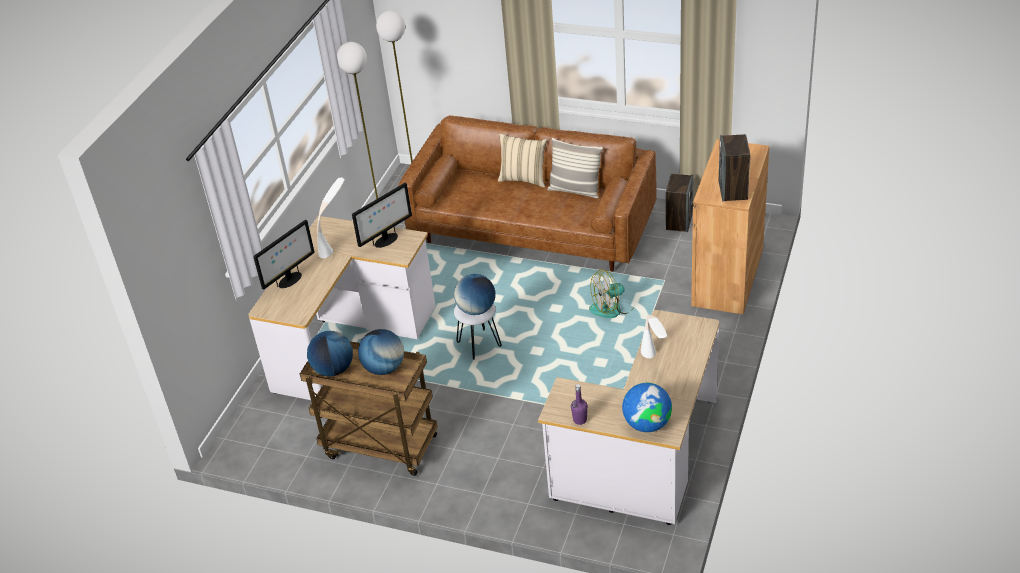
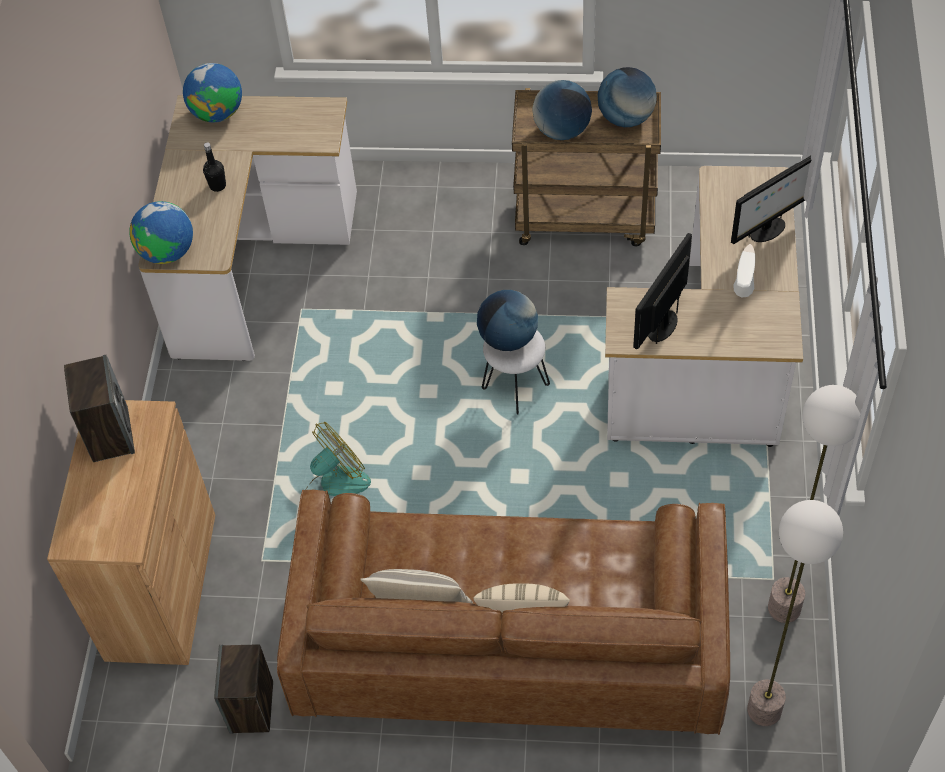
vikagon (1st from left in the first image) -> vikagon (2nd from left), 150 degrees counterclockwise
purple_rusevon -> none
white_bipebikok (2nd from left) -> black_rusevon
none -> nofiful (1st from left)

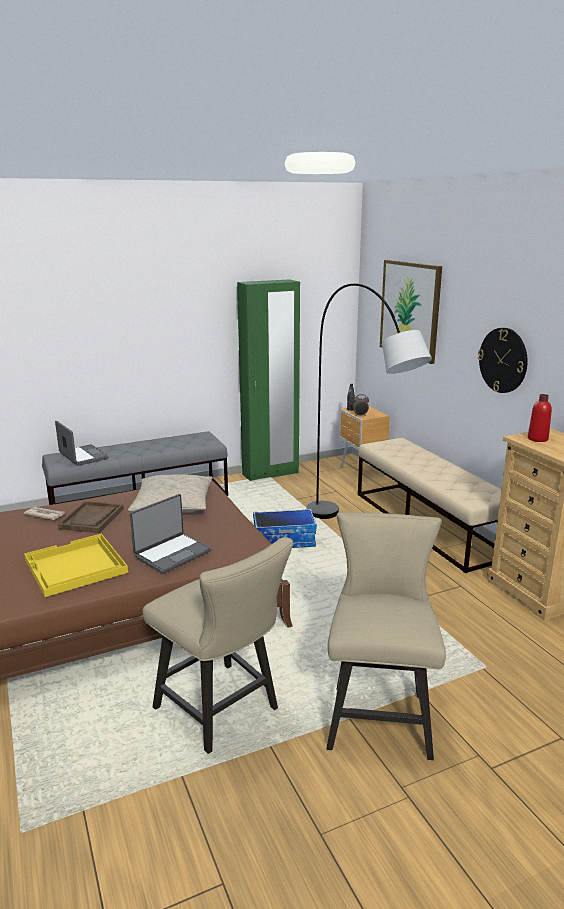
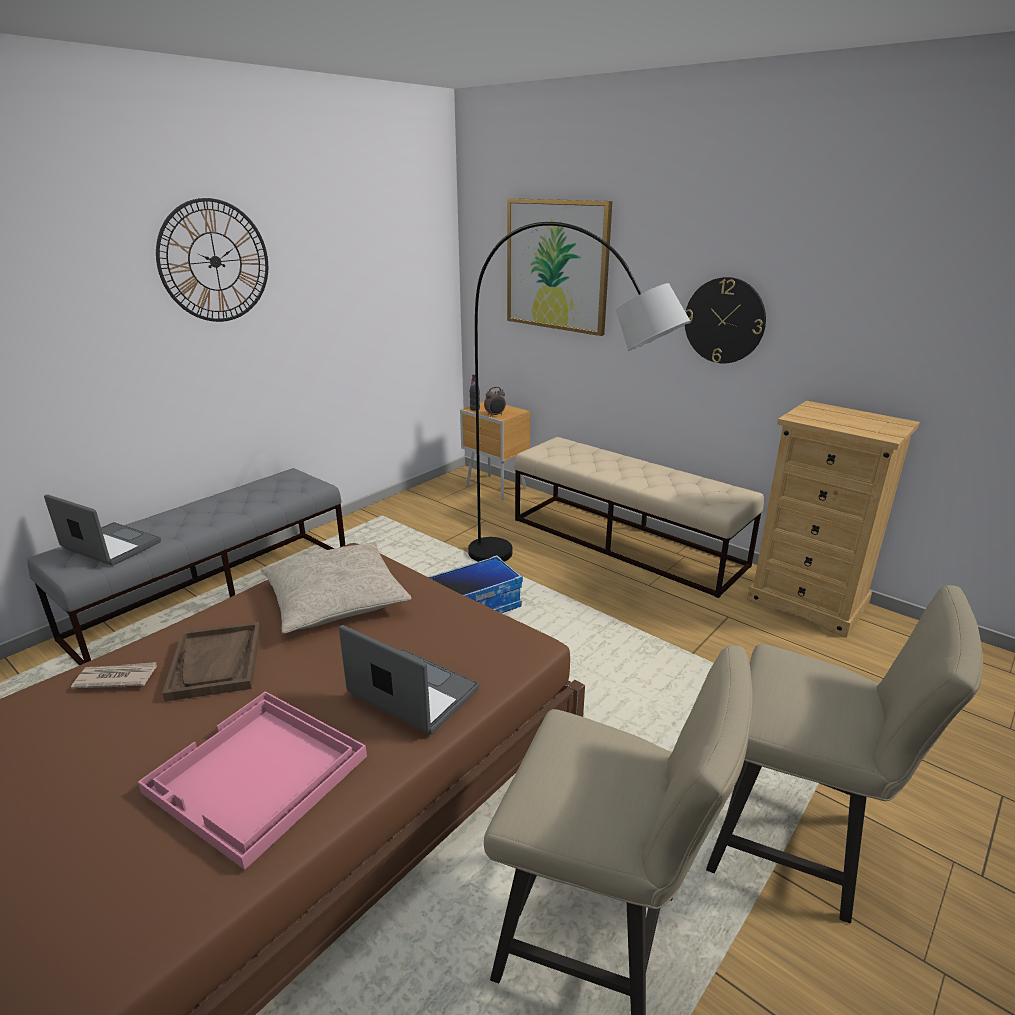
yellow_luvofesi -> pink_luvofesi
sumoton (2nd from left), 75 degrees counterclockwise
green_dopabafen -> none
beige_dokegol (2nd from left), 135 degrees clockwise
red_rusevon -> none
none -> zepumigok (1st from left)

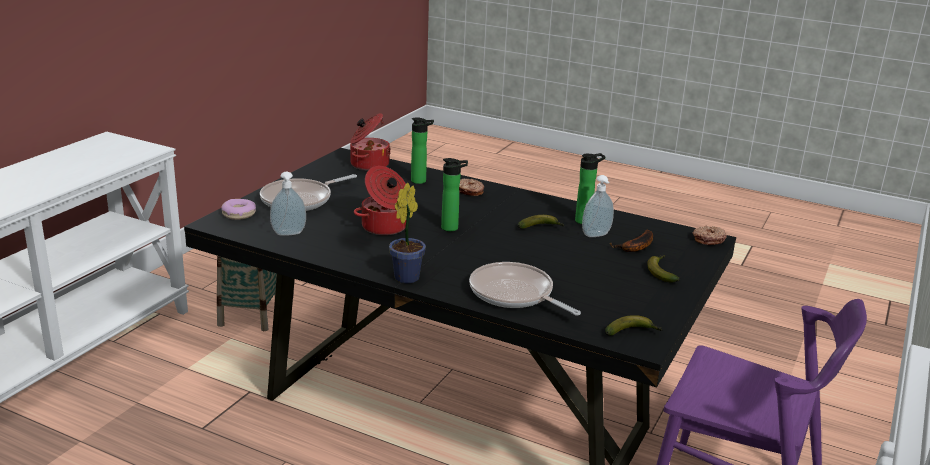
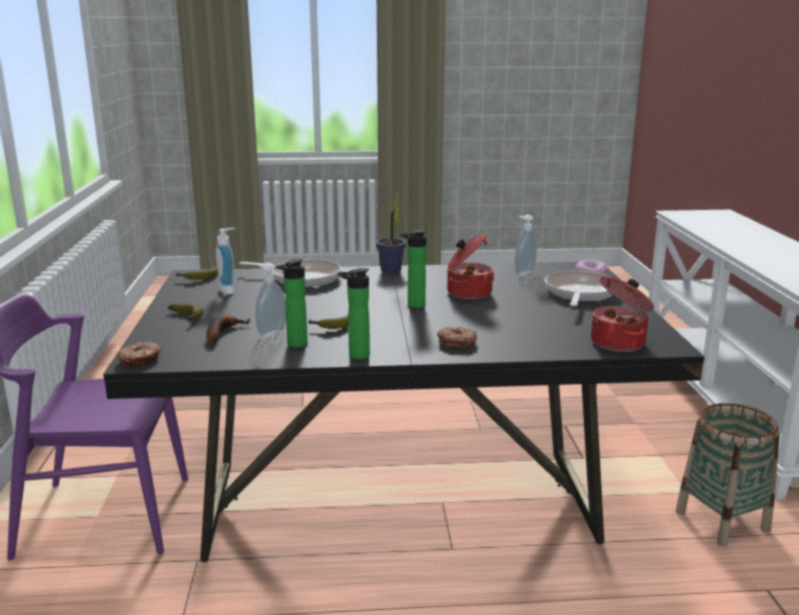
rusevon (1st from left in the first image) -> rusevon (2nd from left), move
none -> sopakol (1st from left)

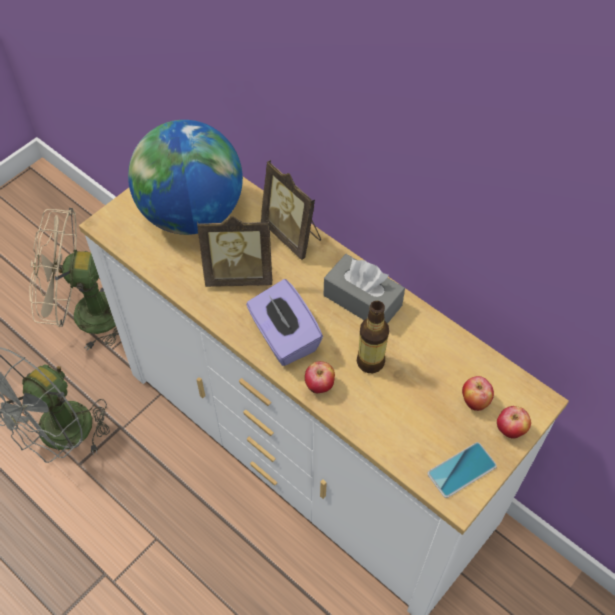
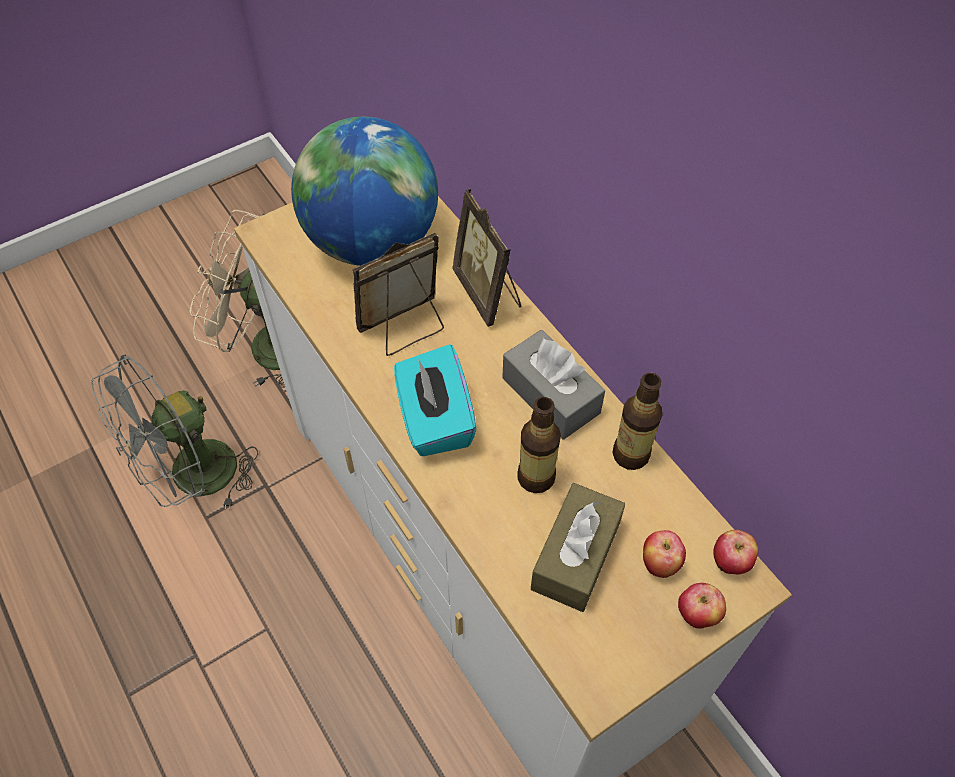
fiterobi (1st from left), 135 degrees clockwise
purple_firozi -> turquoise_firozi
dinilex (1st from left in the first image) -> dinilex (3rd from left), move
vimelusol -> none
none -> brown_firozi
none -> rusevon (2nd from left)

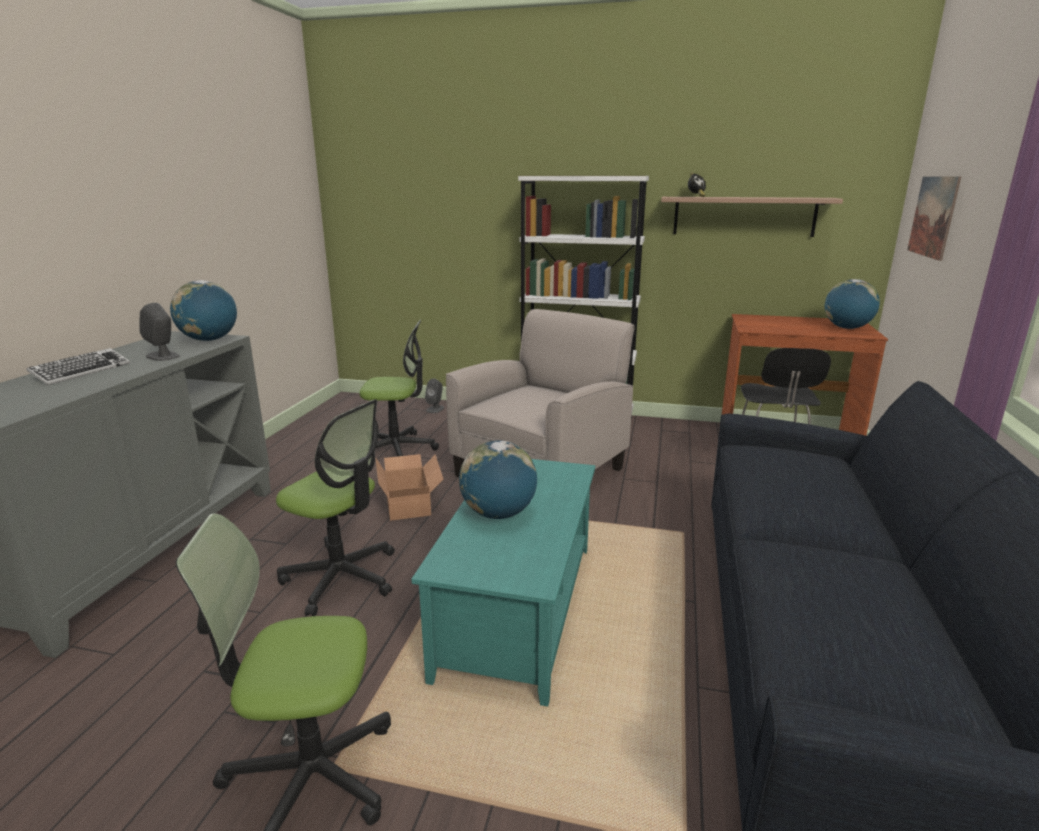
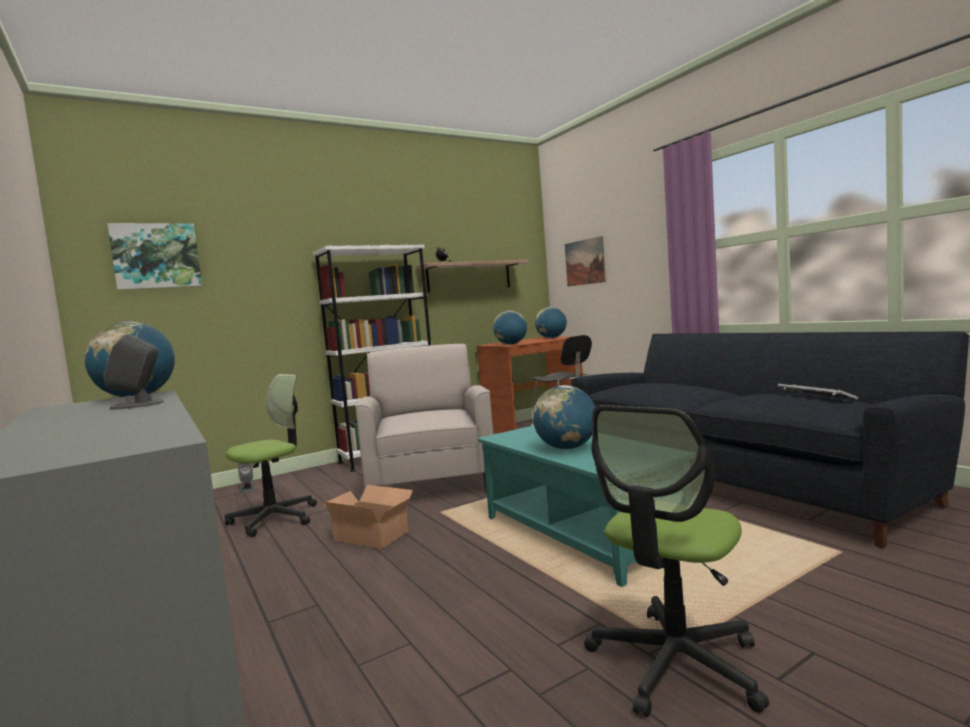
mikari, move
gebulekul (2nd from left) -> none
none -> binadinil (1st from left)
none -> nofiful (2nd from left)

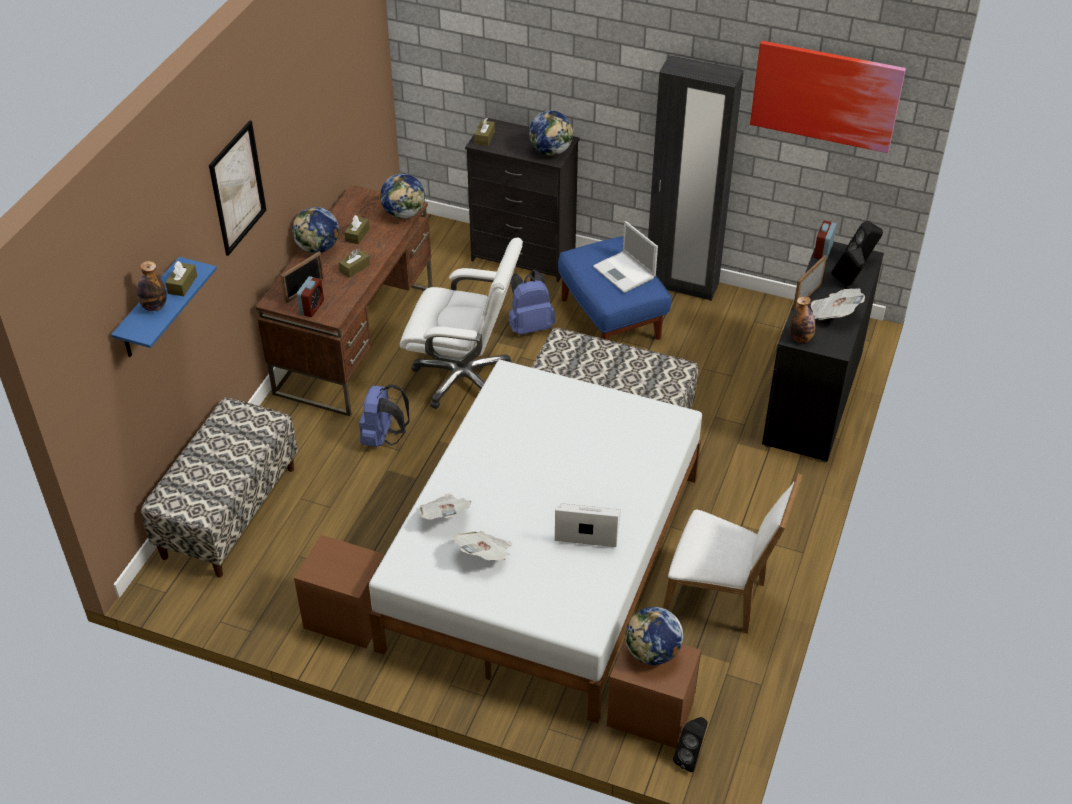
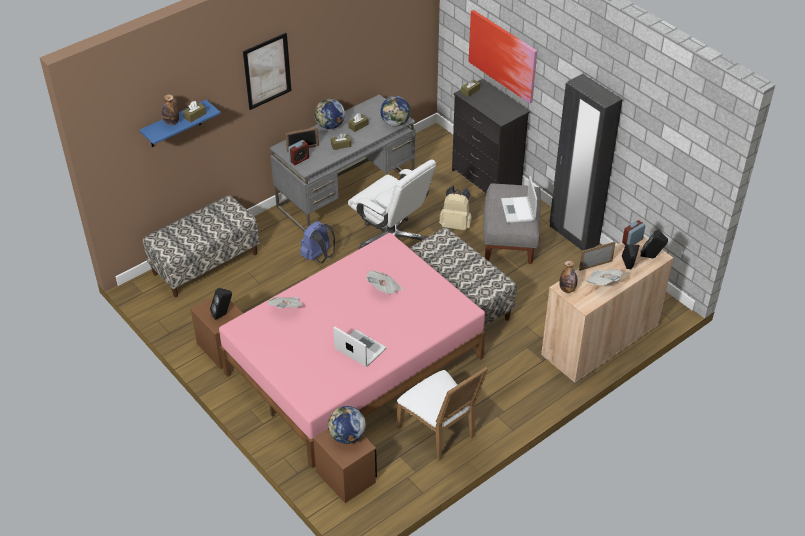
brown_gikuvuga -> grey_gikuvuga
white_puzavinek -> pink_puzavinek
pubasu (2nd from left), move
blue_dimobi (2nd from left) -> beige_dimobi
nofiful (3rd from left) -> none
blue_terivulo -> grey_terivulo
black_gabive (1st from left), move
binadinil (2nd from left), move
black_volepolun -> beige_volepolun

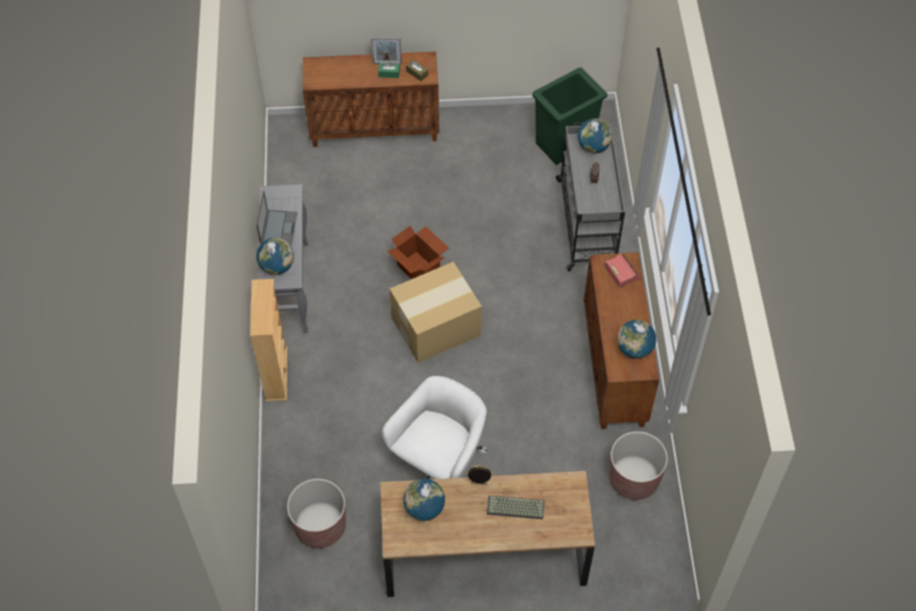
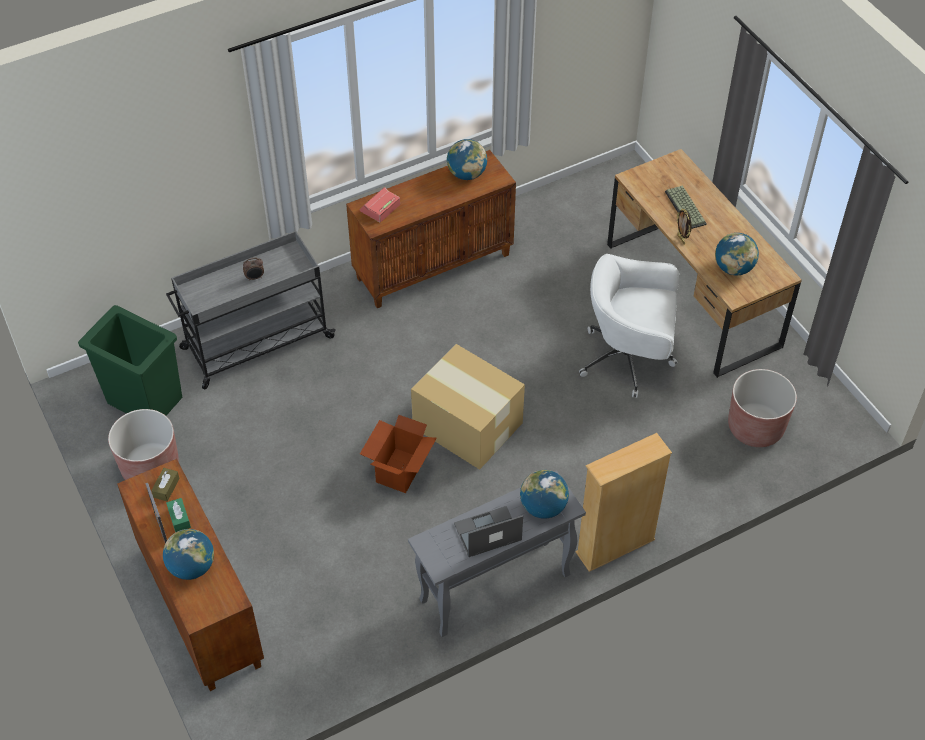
nofiful (3rd from left in the first image) -> nofiful (1st from left), move
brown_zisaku (2nd from left in the first image) -> brown_zisaku (1st from left), move

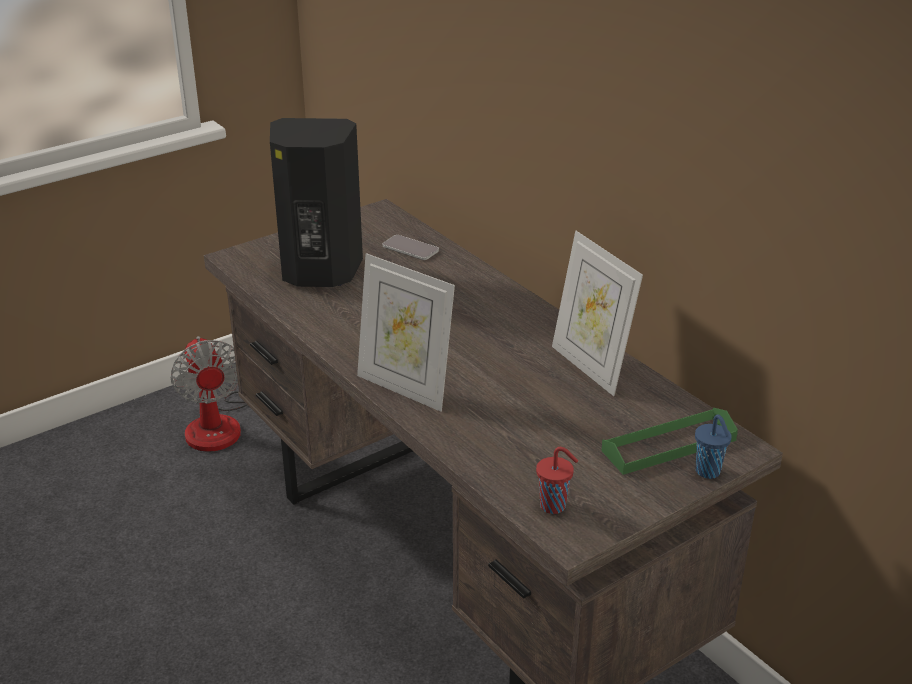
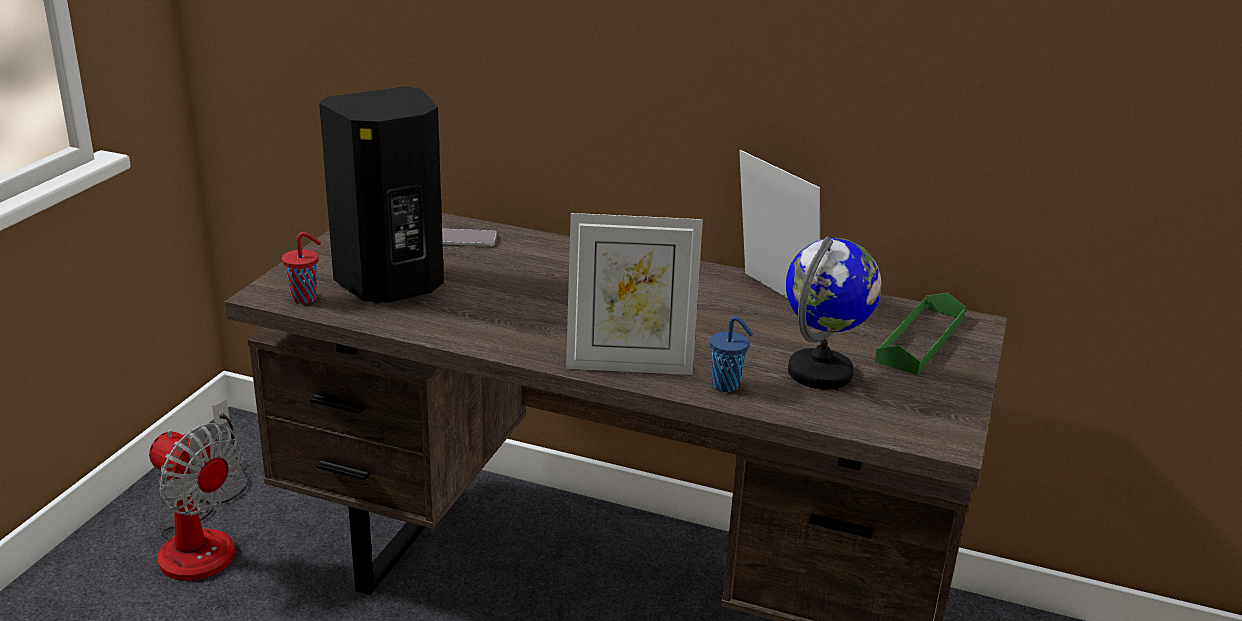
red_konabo, move
fiterobi (2nd from left), 150 degrees counterclockwise
blue_konabo, move
none -> nofiful

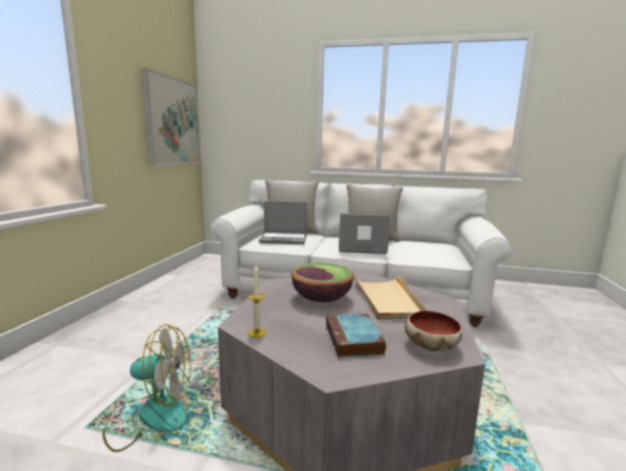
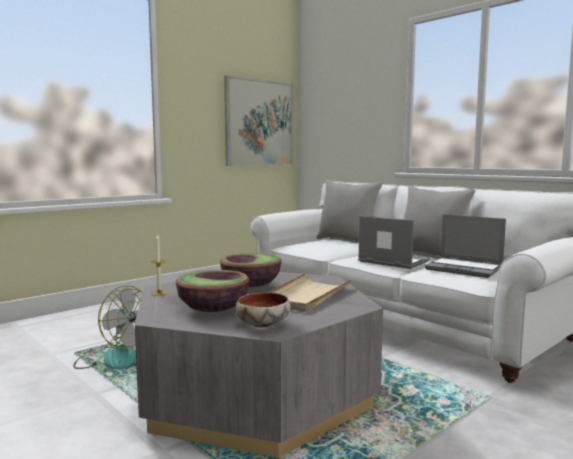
sumoton (1st from left in the first image) -> sumoton (2nd from left), move
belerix -> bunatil (1st from left)

